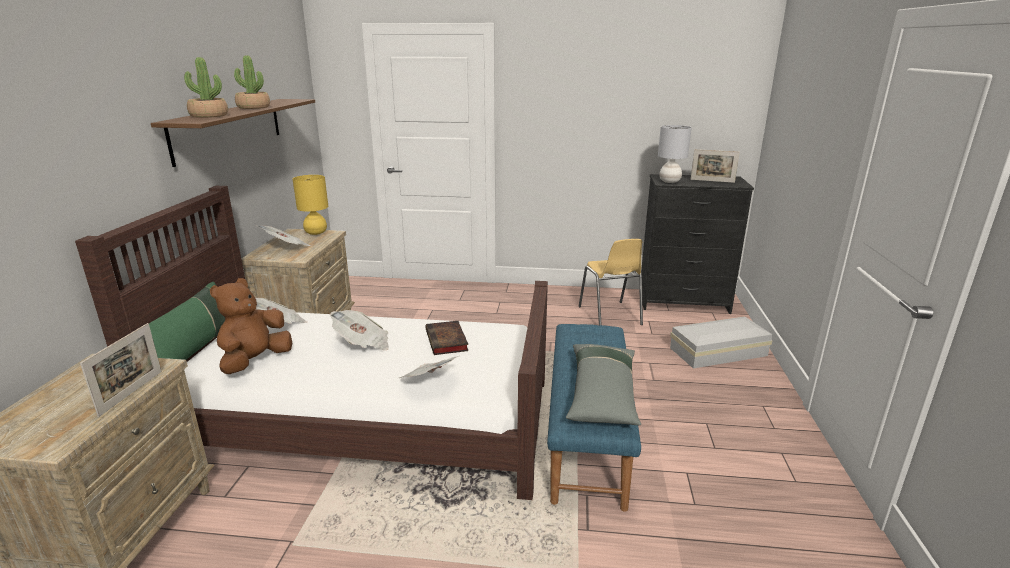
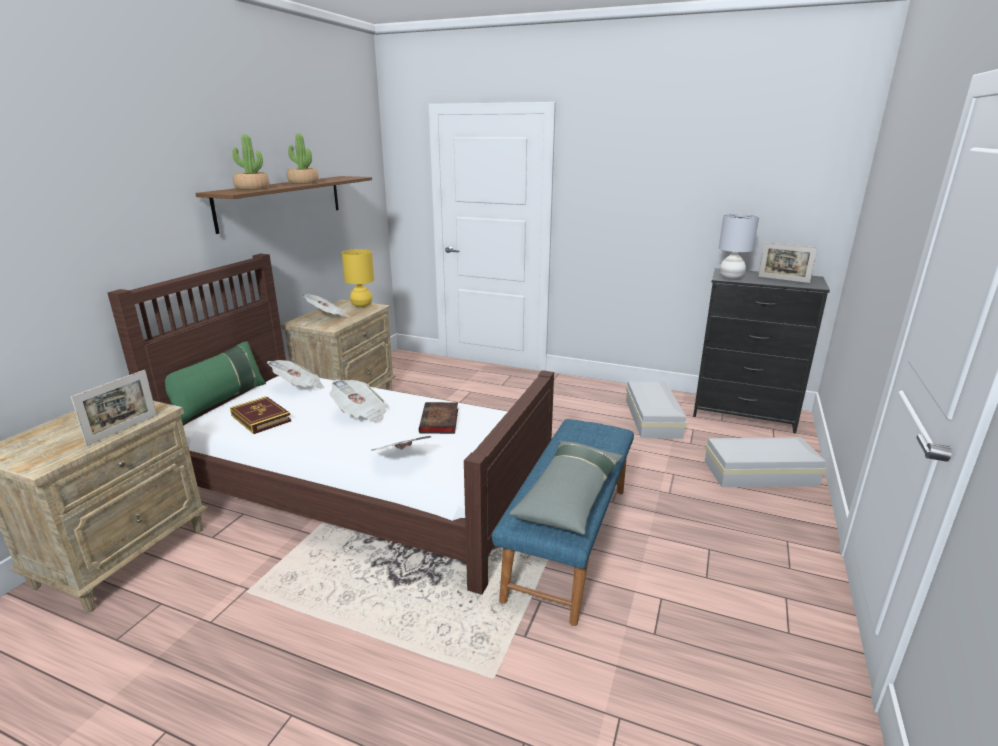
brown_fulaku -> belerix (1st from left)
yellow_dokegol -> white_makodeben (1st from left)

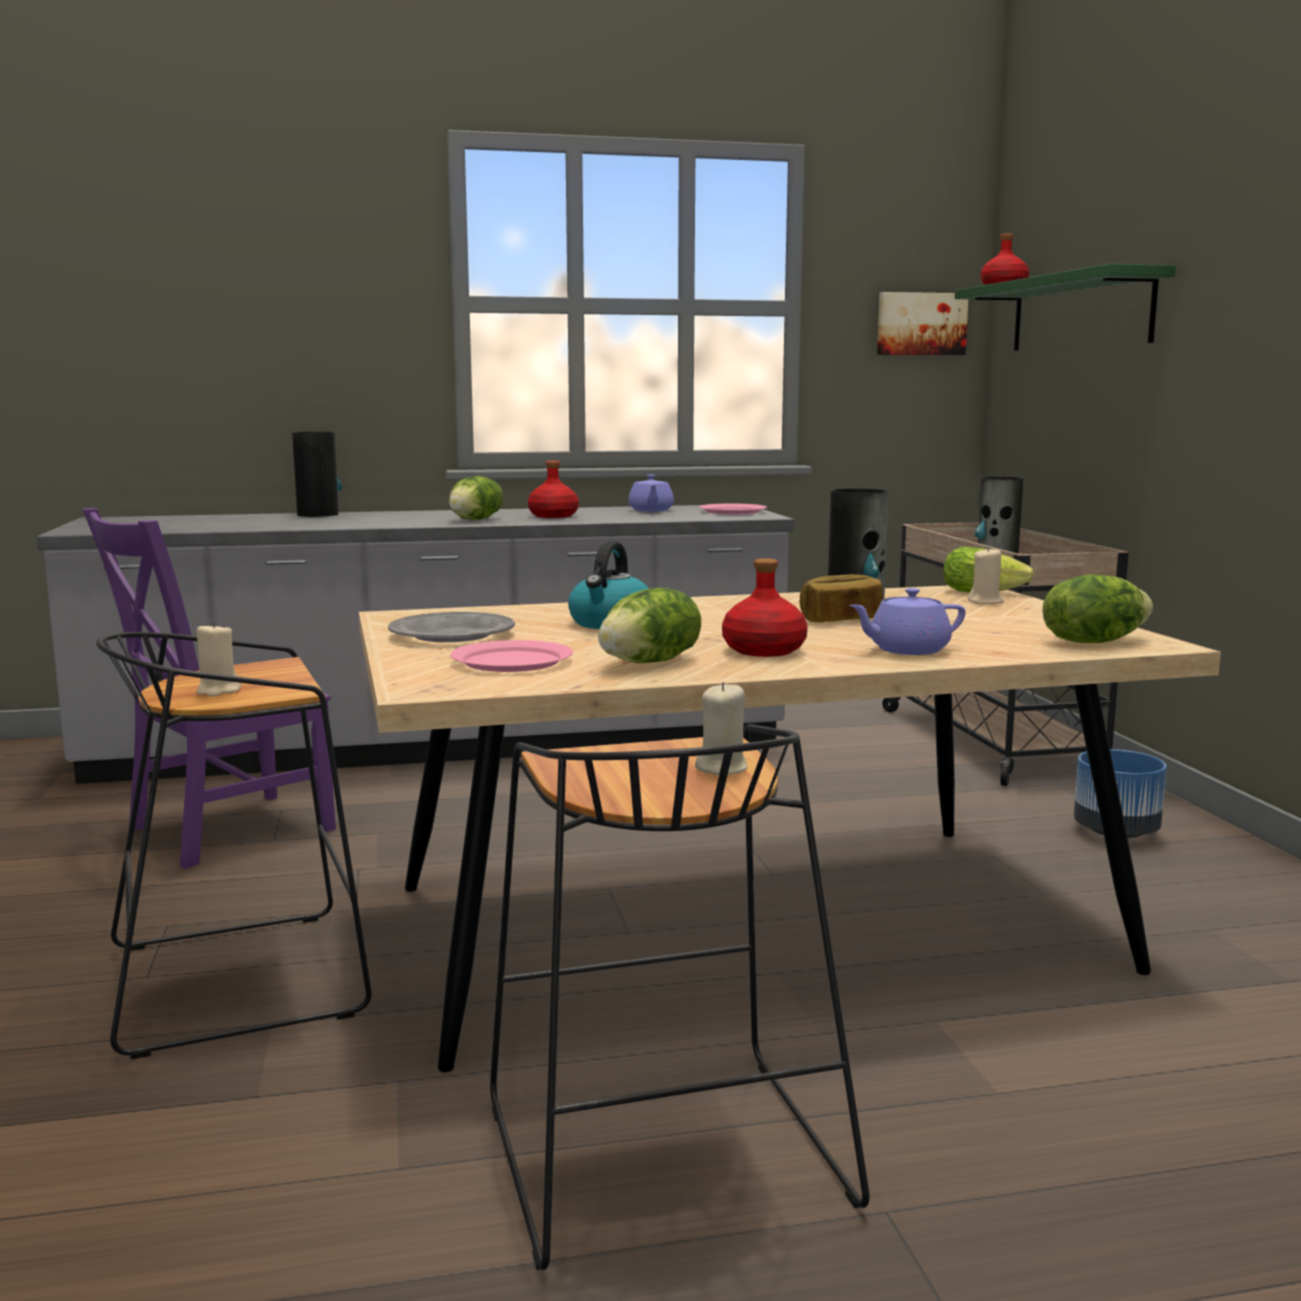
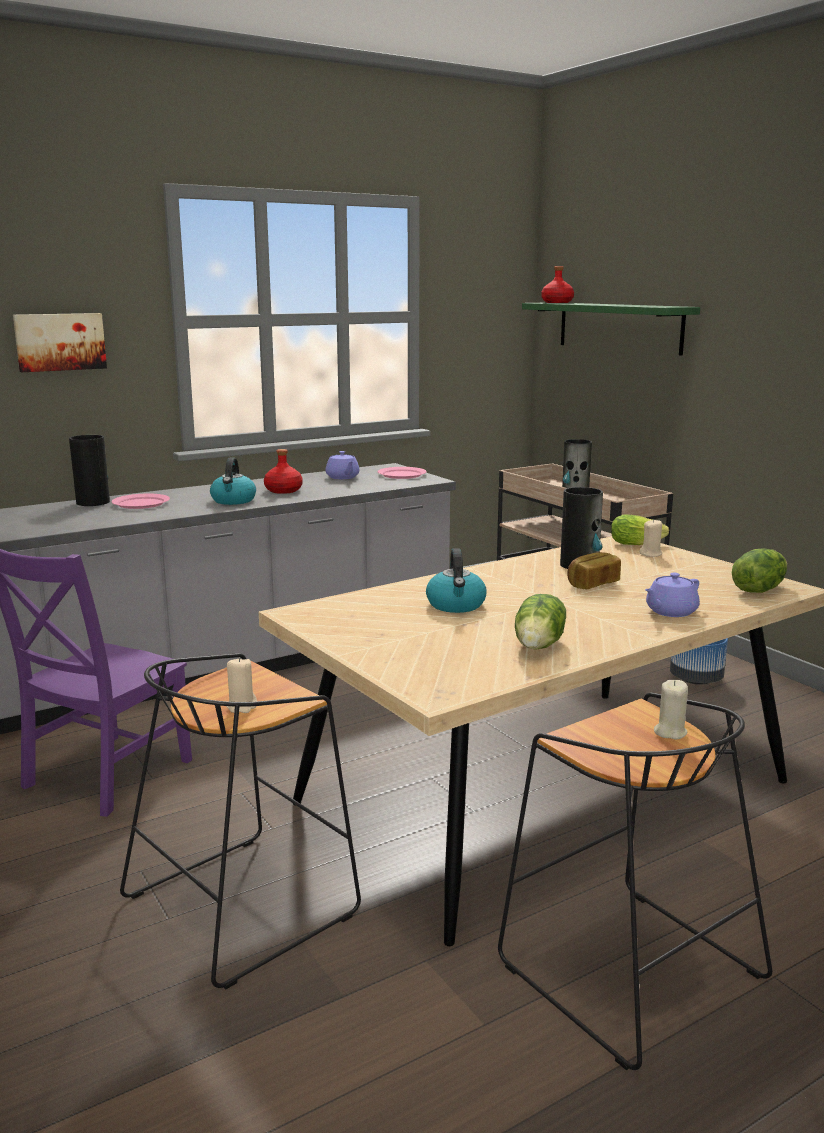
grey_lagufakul -> none
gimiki (1st from left) -> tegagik (1st from left)
pink_lagufakul (1st from left), move
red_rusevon (2nd from left) -> none
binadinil, move

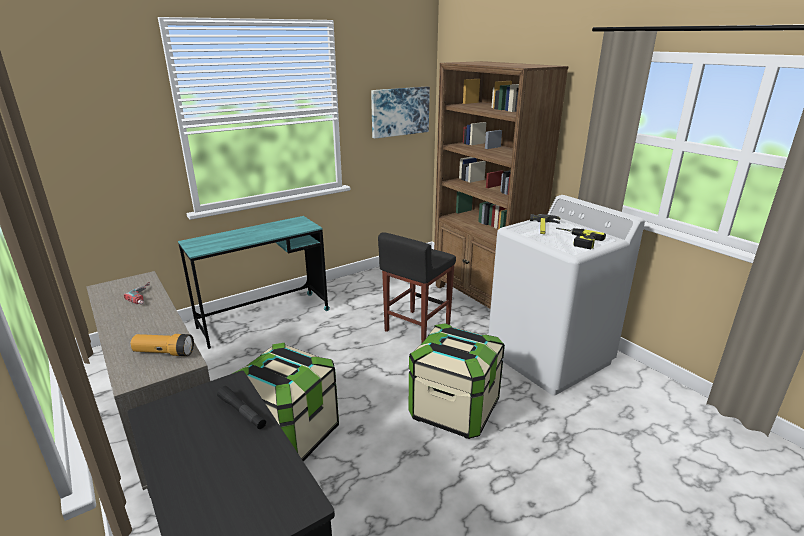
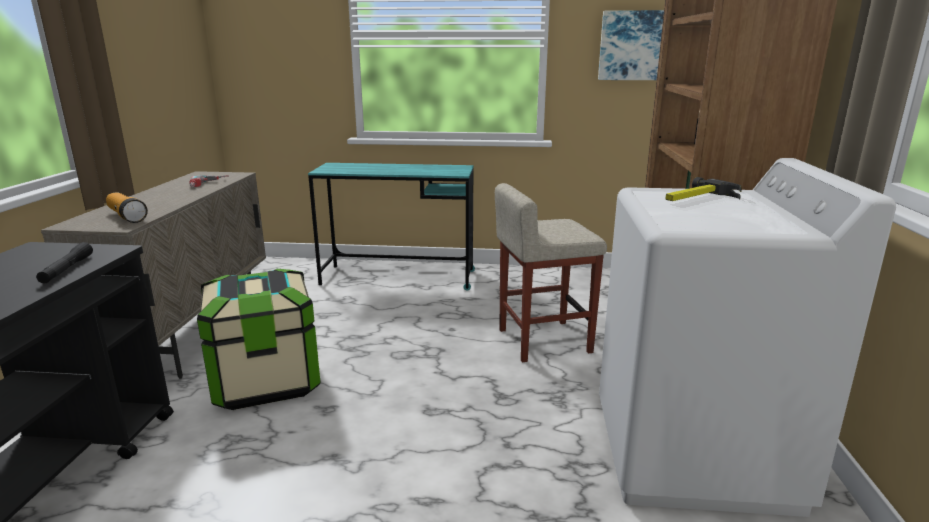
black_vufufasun -> beige_vufufasun
makodeben (2nd from left) -> none
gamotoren (2nd from left) -> none

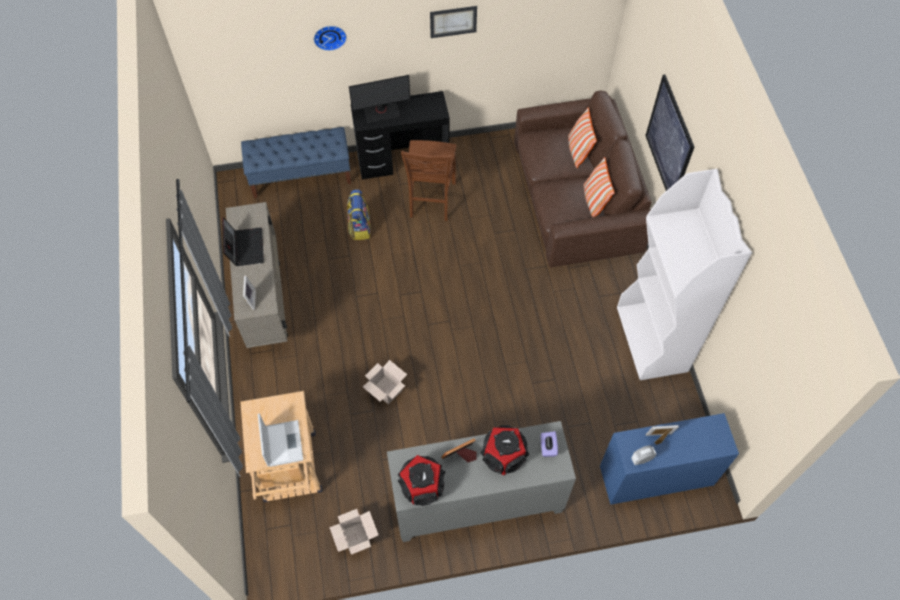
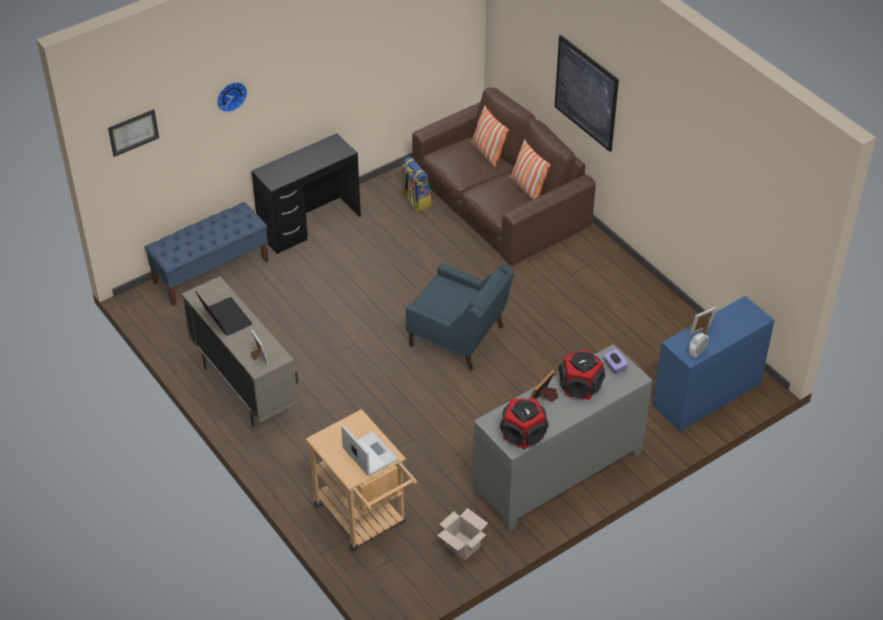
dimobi, move
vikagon -> none
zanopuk (2nd from left) -> none
brown_dokegol -> none
binadinil (1st from left), move
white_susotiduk -> none
none -> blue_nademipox

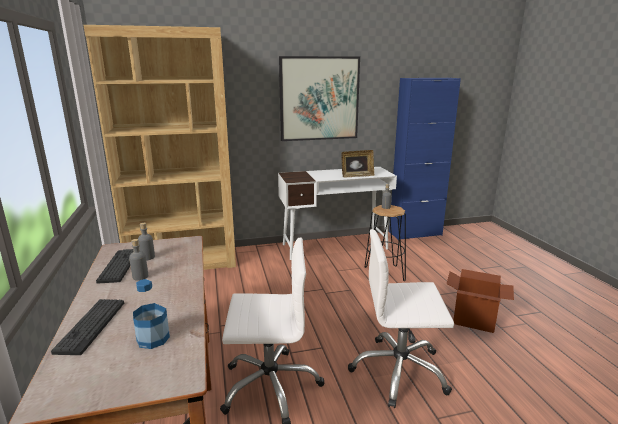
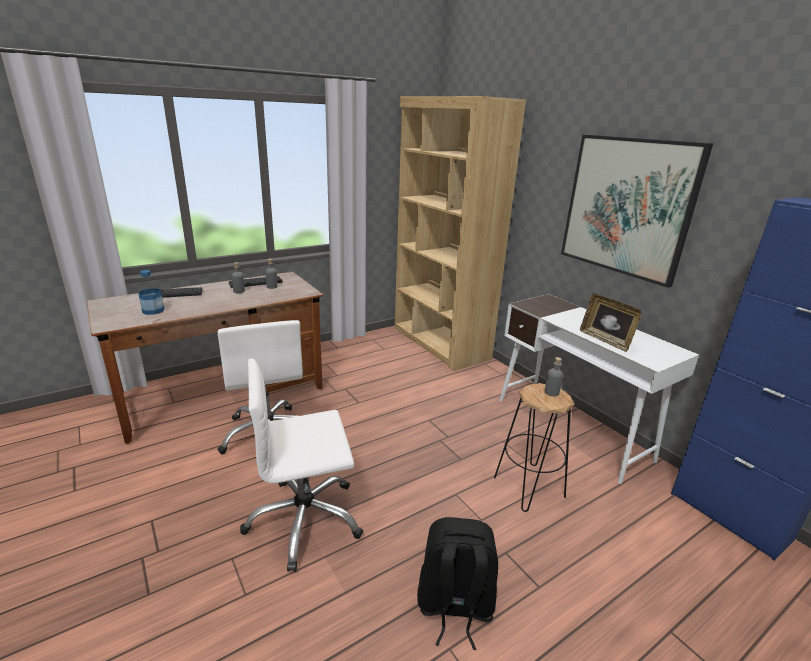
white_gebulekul (2nd from left), 90 degrees counterclockwise
zanopuk -> black_dimobi

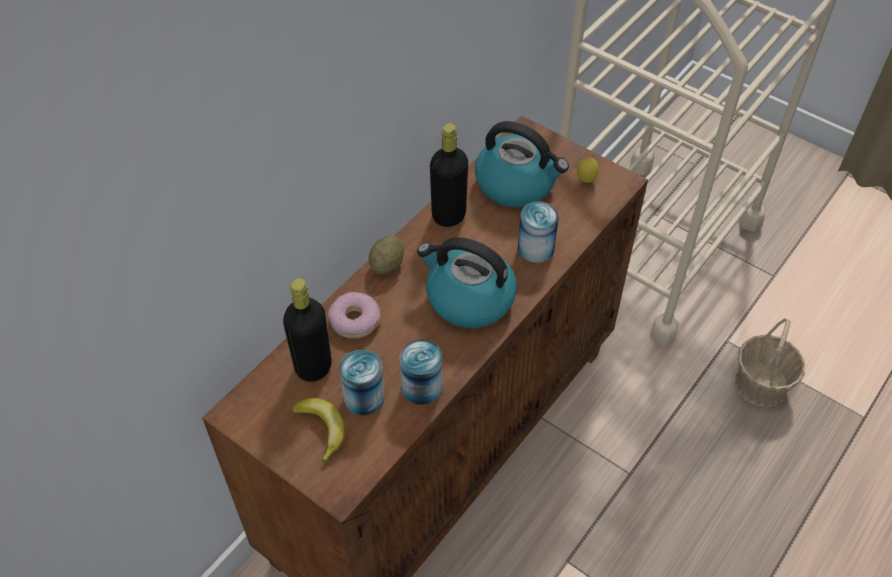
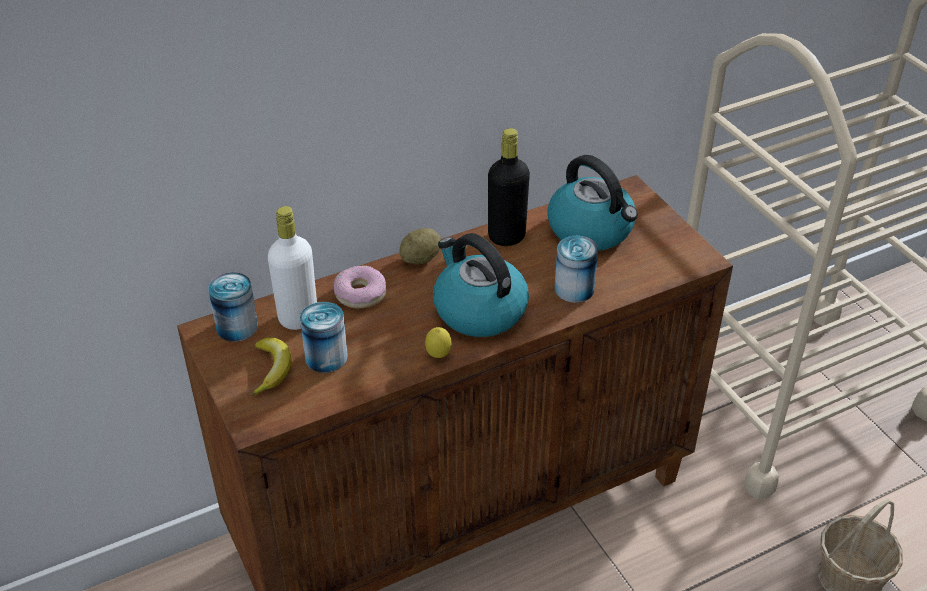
black_rusevon (1st from left) -> white_rusevon
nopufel (2nd from left in the first image) -> nopufel (1st from left), move
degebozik, move

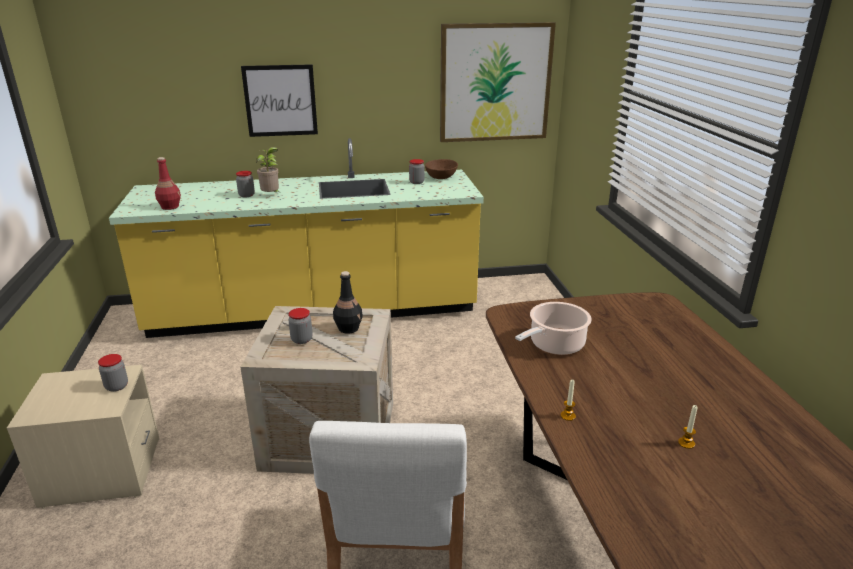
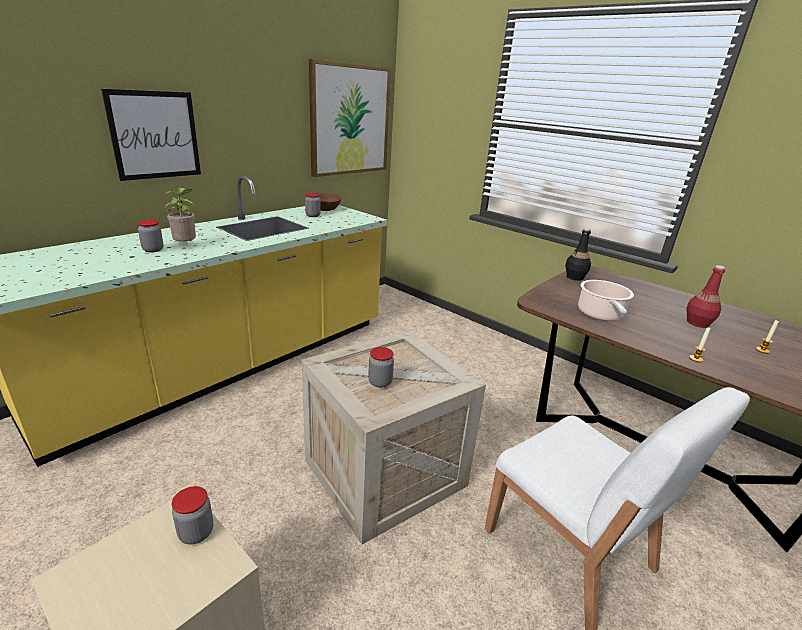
red_rusevon, move
black_rusevon, move

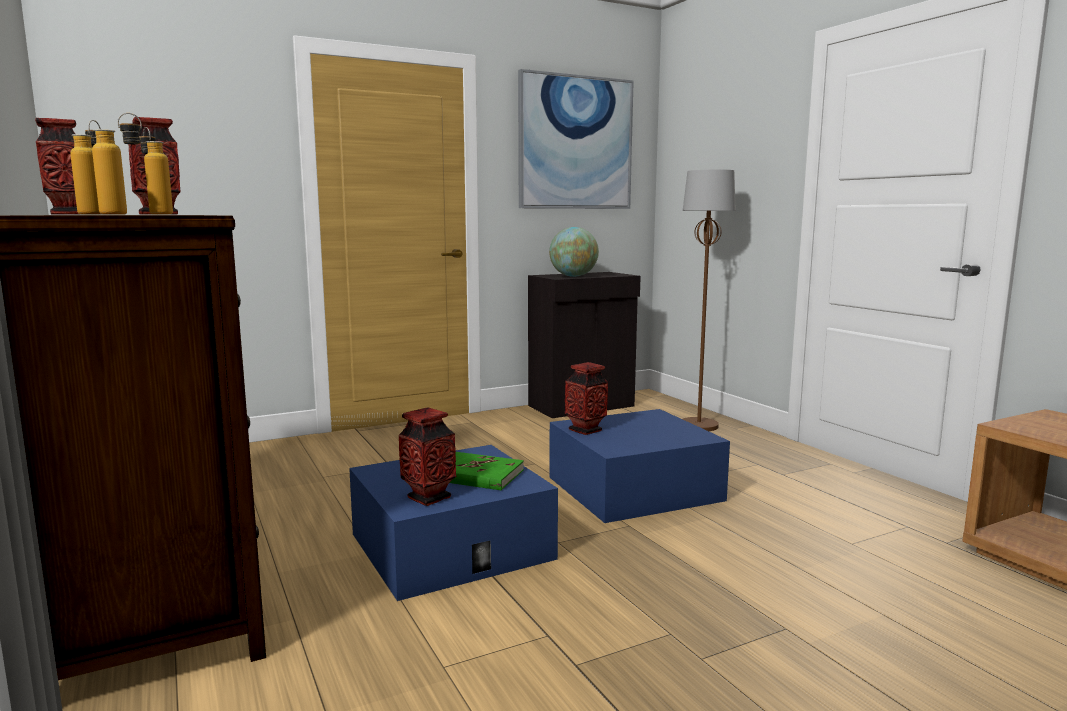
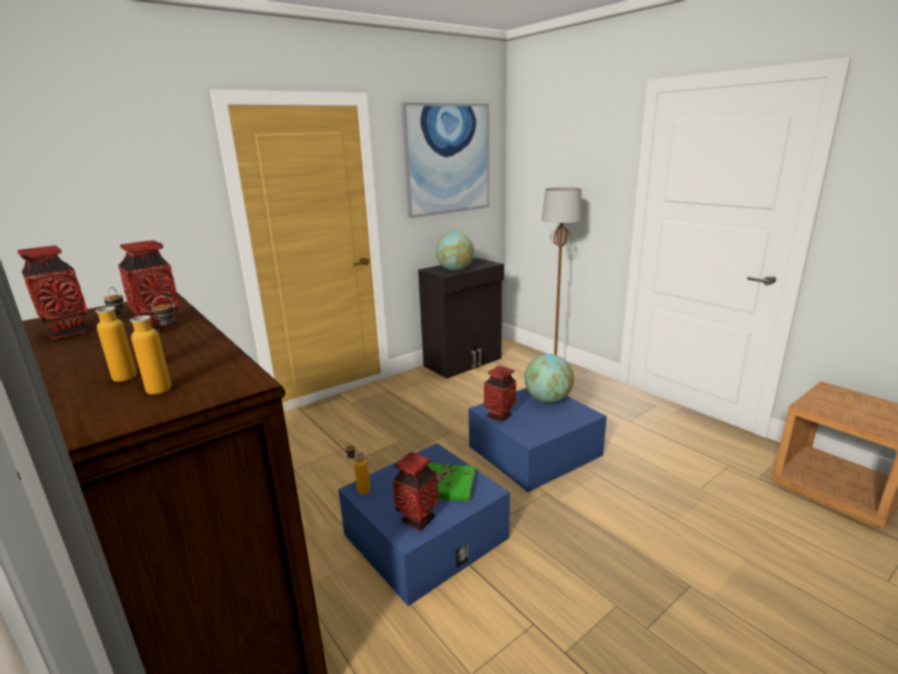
rusevon (3rd from left), move
none -> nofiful (2nd from left)

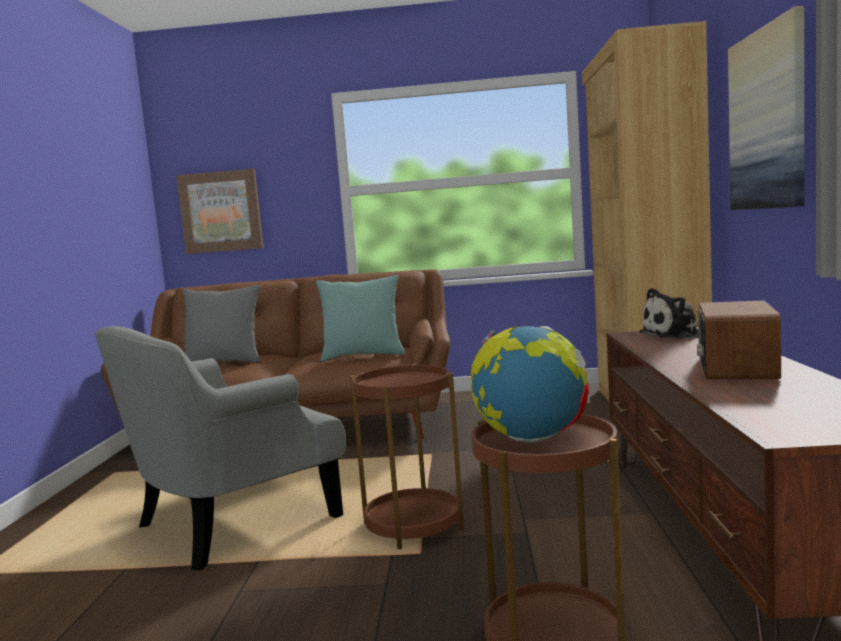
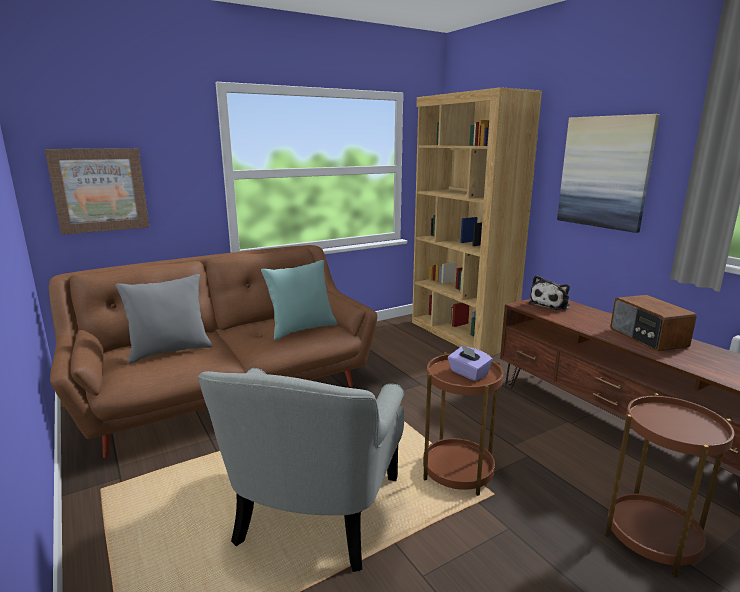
nofiful -> none
none -> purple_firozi

